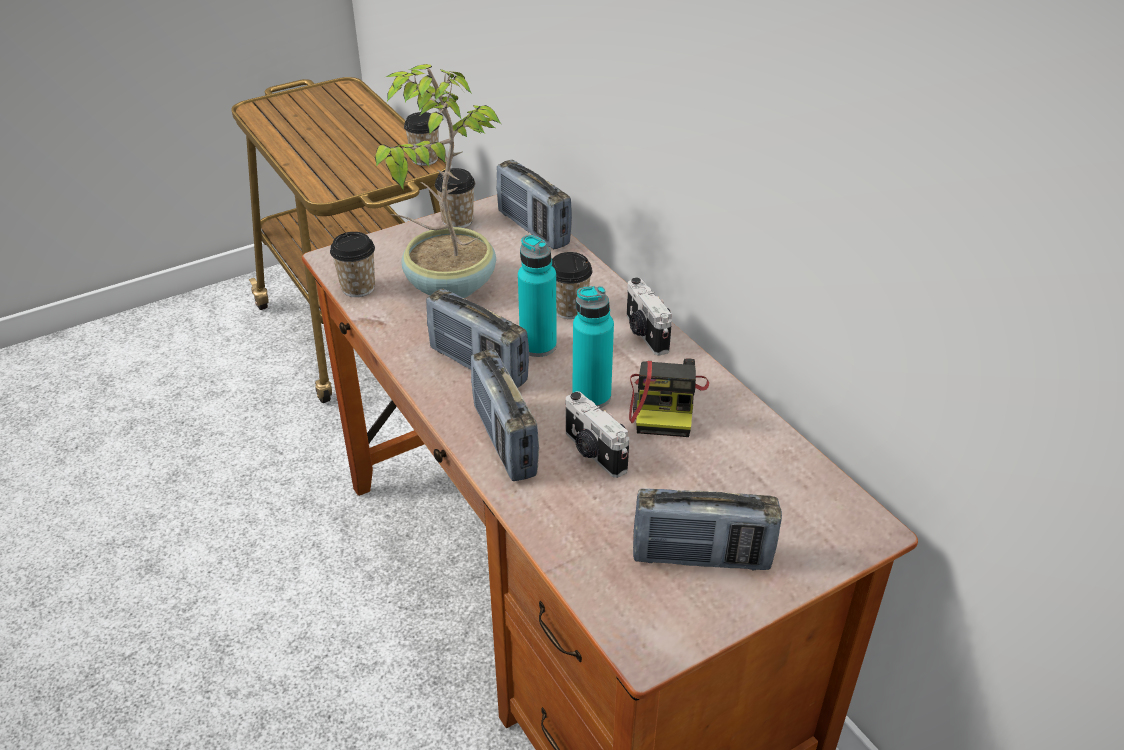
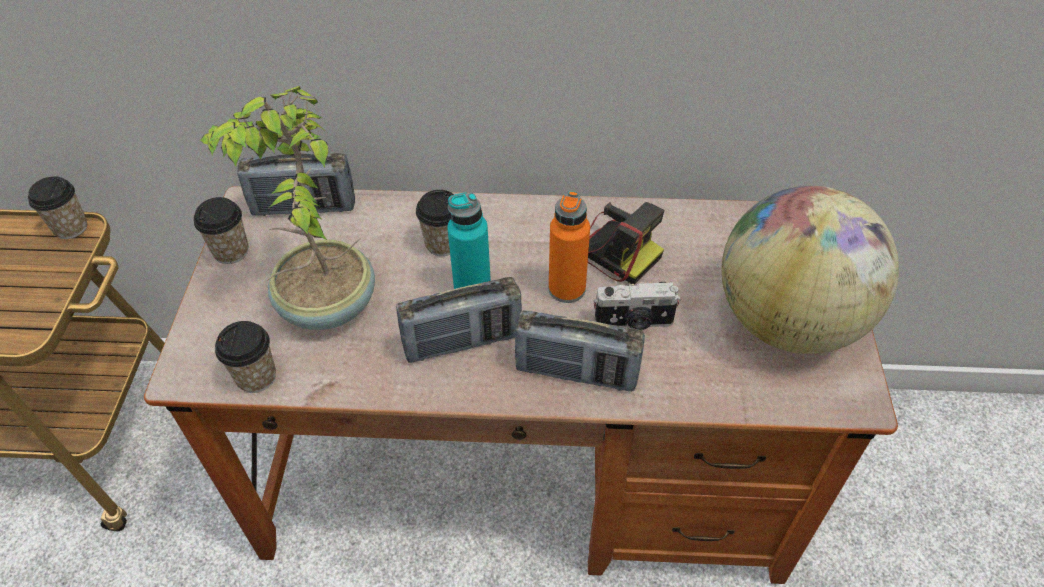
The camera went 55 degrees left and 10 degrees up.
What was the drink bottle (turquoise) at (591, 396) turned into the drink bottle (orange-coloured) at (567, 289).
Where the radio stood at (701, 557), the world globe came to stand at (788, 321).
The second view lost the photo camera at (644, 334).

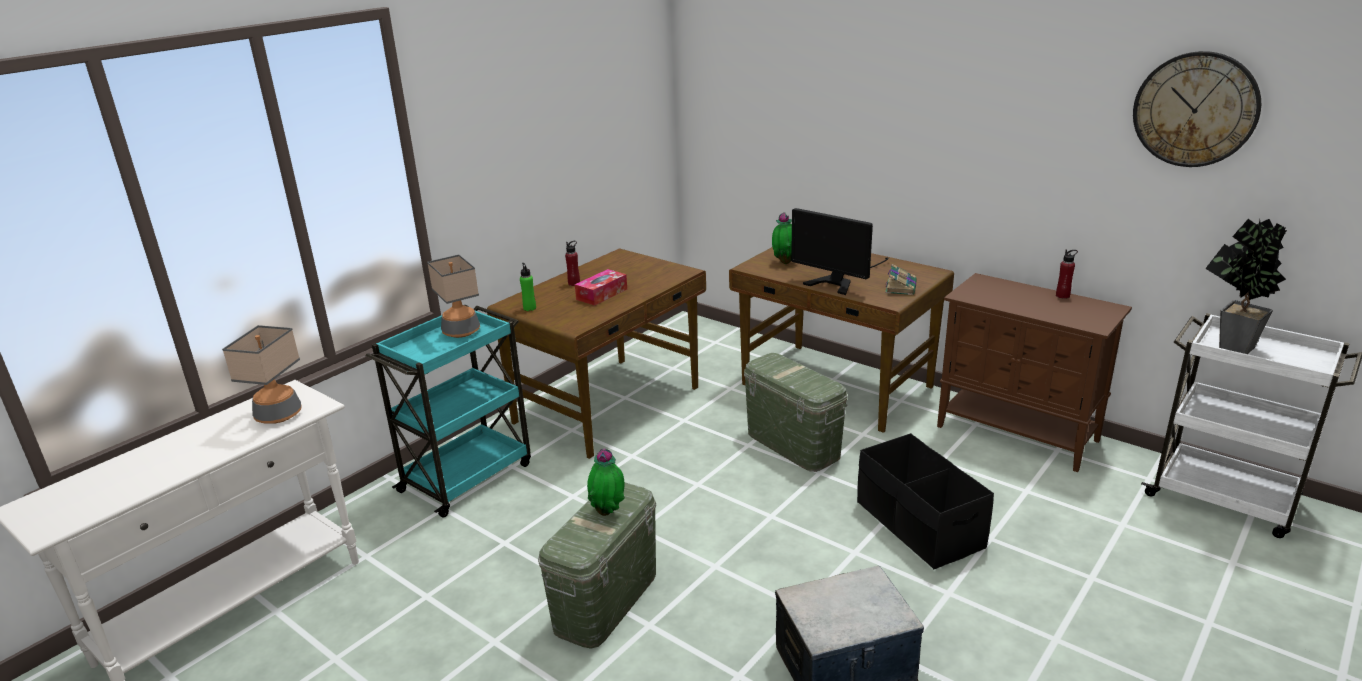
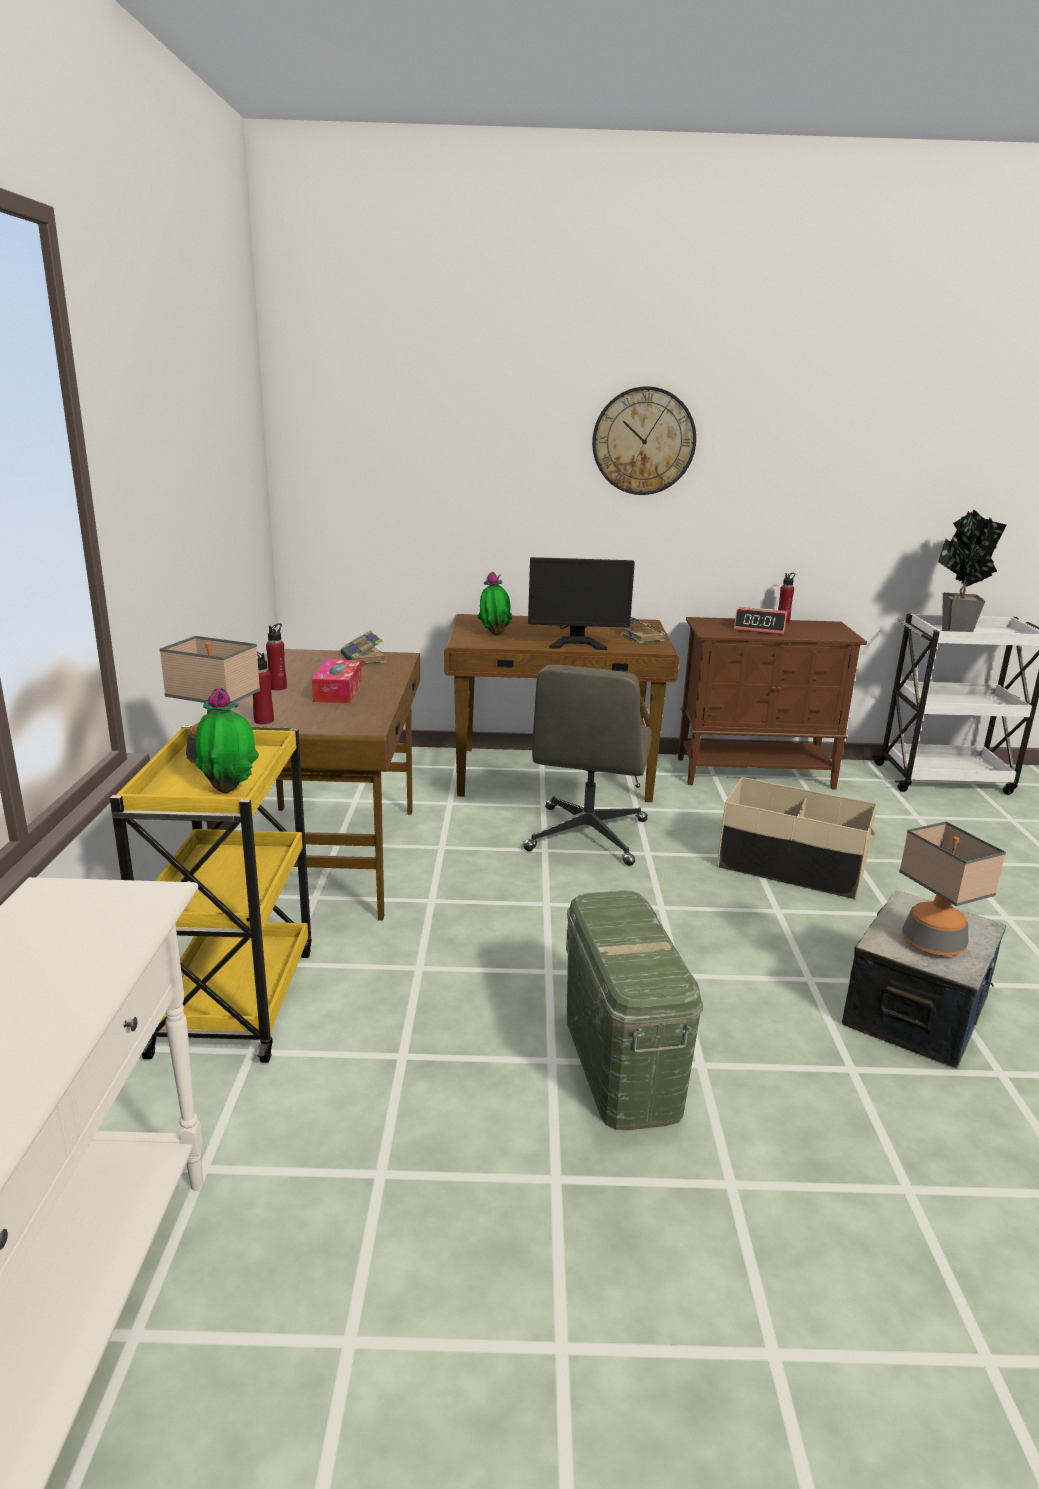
The camera went 40 degrees left and 5 degrees down.
What was the wheeled cart (turquoise) at (468, 476) turned into the wheeled cart (yellow) at (236, 998).
The plant in a pot ended up elsewhere, having gone from (608, 512) to (229, 789).
What was the drink bottle (green) at (529, 308) turned into the drink bottle (red) at (264, 721).
The second view gained the bound book at (364, 659).
Where the storage container (green) stood at (792, 444), the computer chair (greyish) came to stand at (587, 836).
The wall clock ended up elsewhere, having gone from (1195, 109) to (643, 441).
What was the storage container (black-coloured) at (918, 525) turned into the storage container (sand-coloured) at (791, 868).
The second view gained the table clock at (760, 628).
The lamp for a table ended up elsewhere, having gone from (278, 415) to (933, 944).

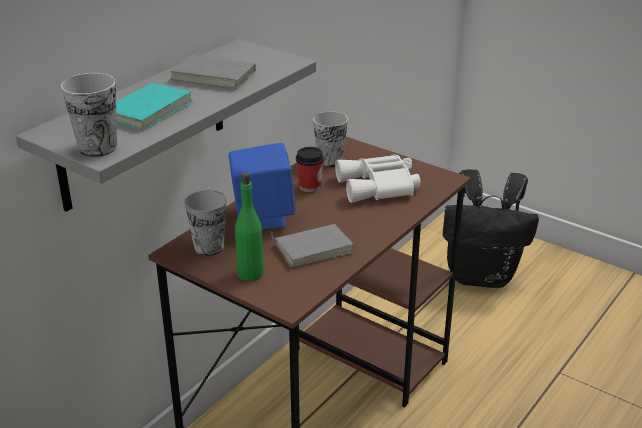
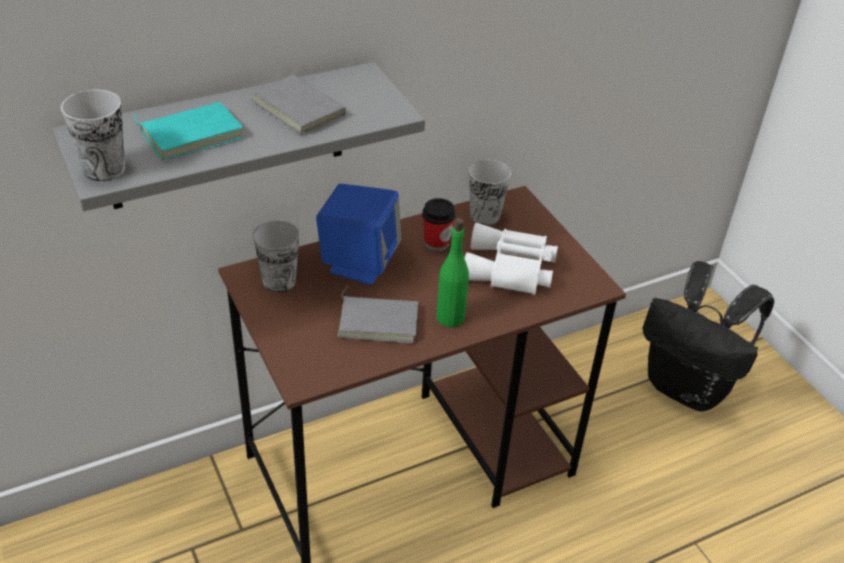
The camera went 25 degrees right and 10 degrees up.
The drink bottle (green) ended up elsewhere, having gone from (250, 273) to (450, 317).

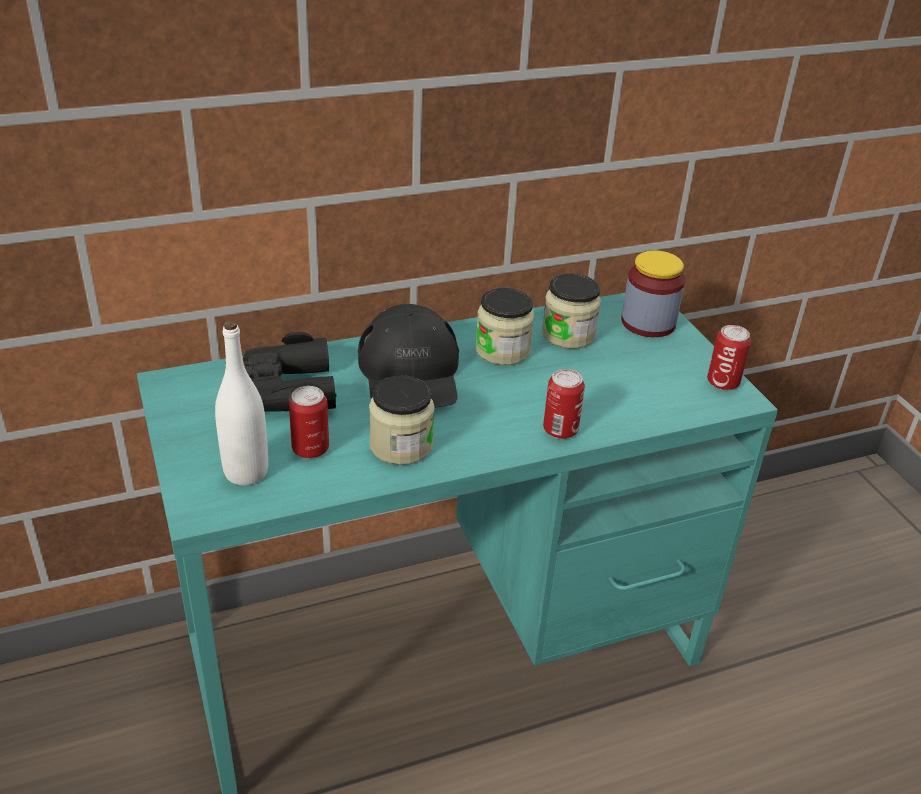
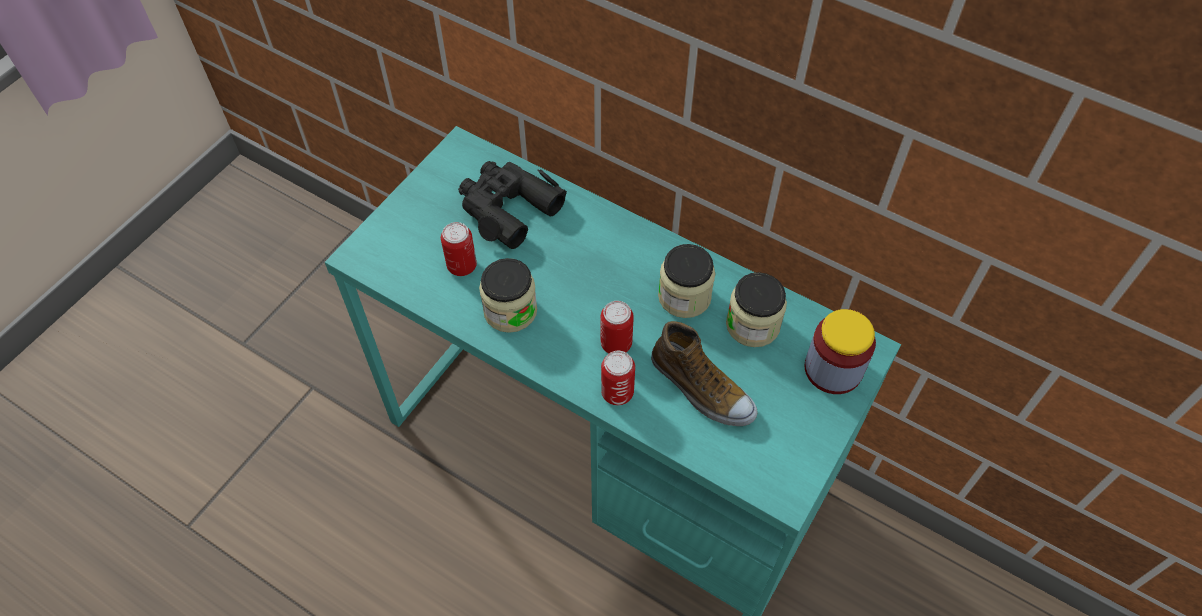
The camera went 55 degrees right and 20 degrees up.
The can ended up elsewhere, having gone from (722, 383) to (616, 343).
The second view gained the item of footwear at (701, 388).
The second view lost the drink bottle (white-coloured) at (246, 472).
The second view lost the peaked cap (black-coloured) at (410, 373).

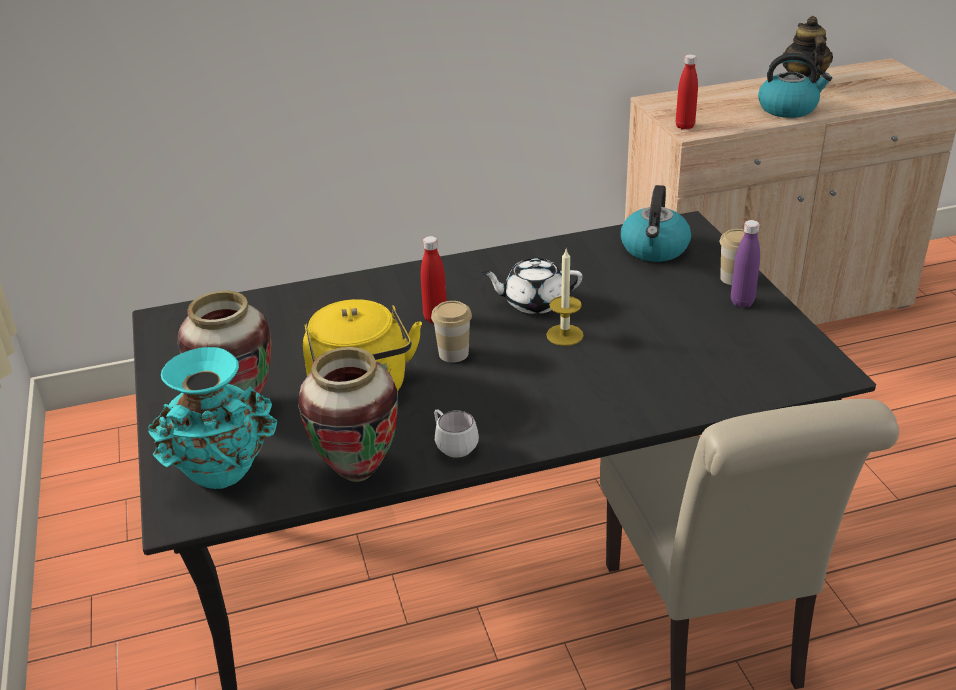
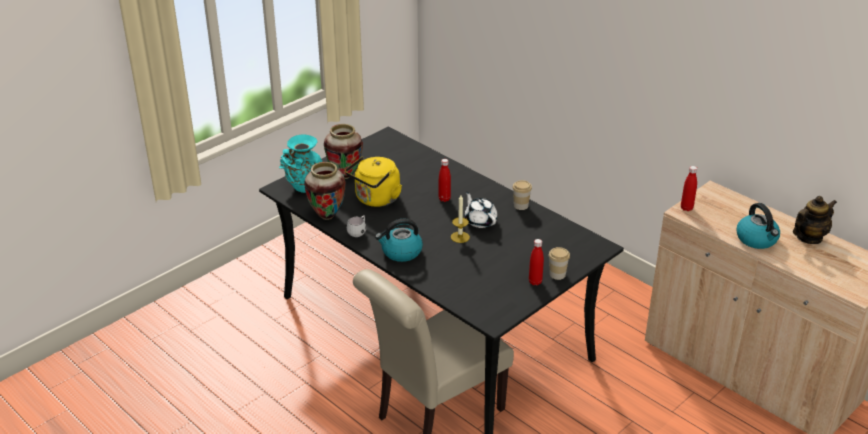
The camera went 60 degrees right and 0 degrees up.
The tea kettle ended up elsewhere, having gone from (654, 249) to (401, 252).
The cup ended up elsewhere, having gone from (453, 353) to (521, 206).
What was the drink bottle (purplish) at (742, 302) turned into the drink bottle (red) at (535, 282).

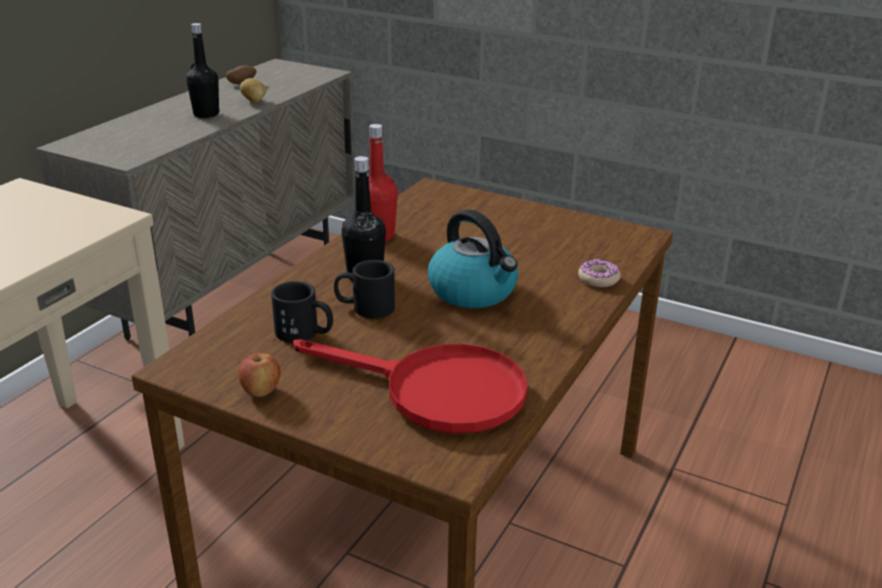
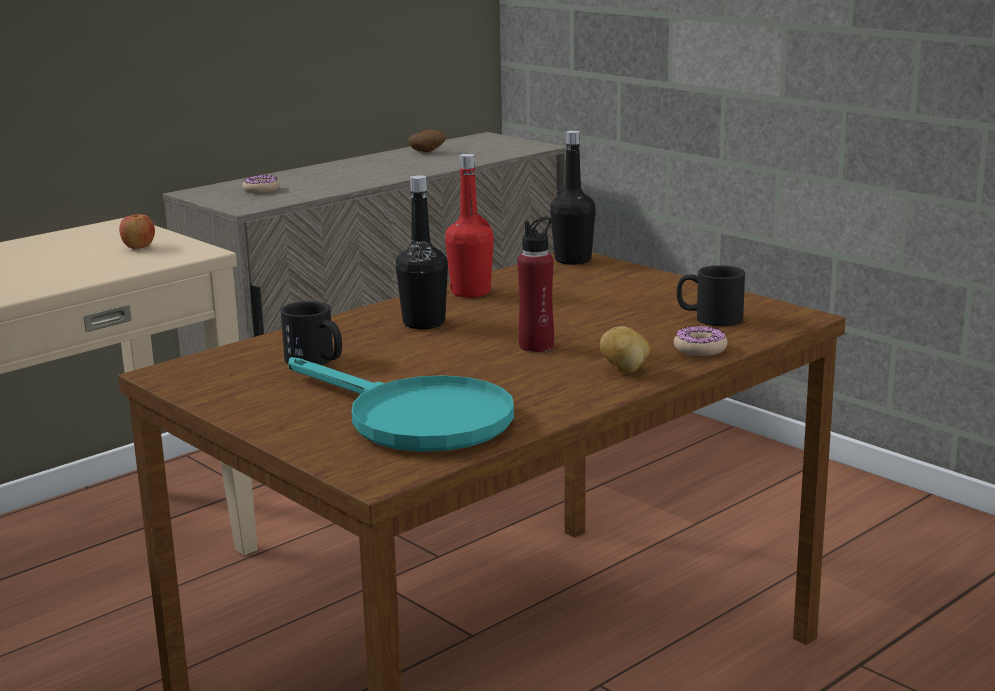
The camera went 20 degrees right and 10 degrees down.
The apple ended up elsewhere, having gone from (260, 391) to (138, 247).
The second view gained the doughnut at (261, 190).
What was the pan (red) at (436, 391) turned into the pan (turquoise) at (414, 419).
Where the tea kettle stood at (474, 291), the drink bottle (red) came to stand at (536, 346).
The drink bottle (black-coloured) ended up elsewhere, having gone from (206, 114) to (573, 260).
The spud ended up elsewhere, having gone from (254, 101) to (625, 370).
The coffee mug (black-coloured) ended up elsewhere, having gone from (364, 307) to (709, 318).

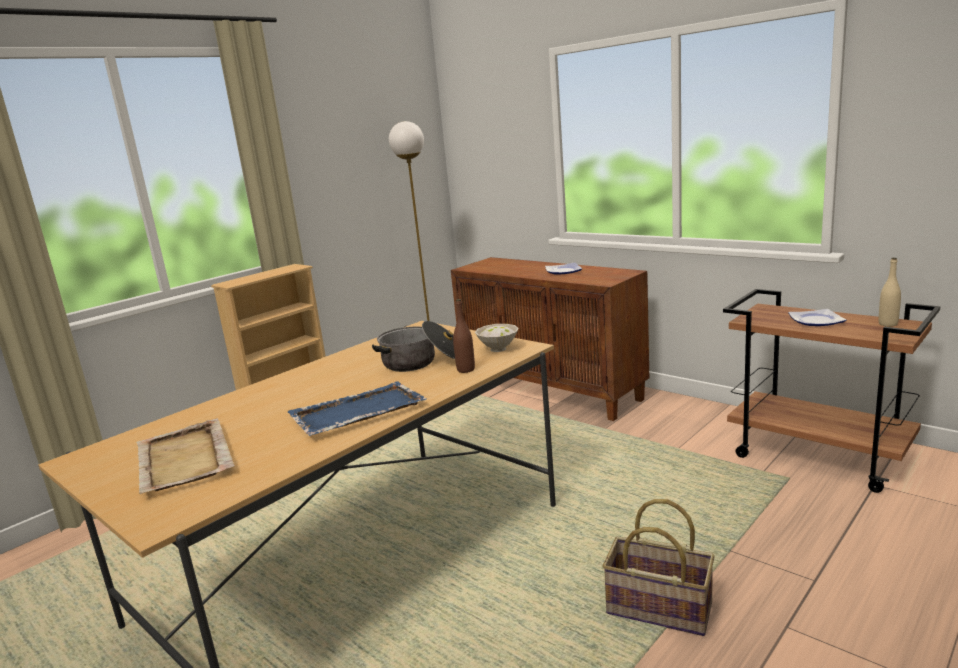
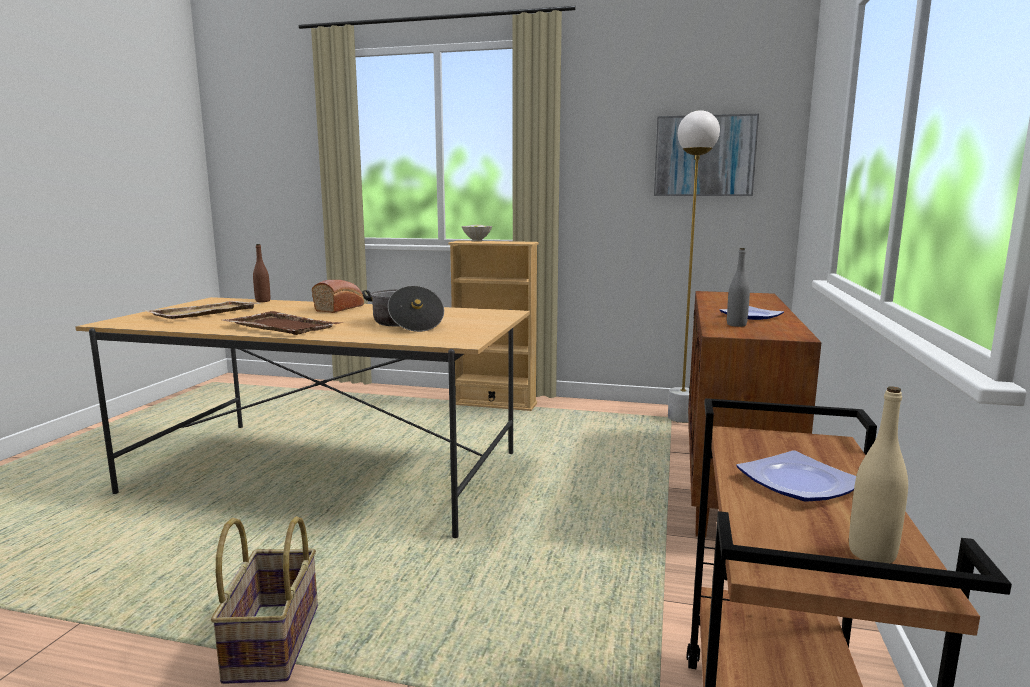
The camera went 60 degrees right and 5 degrees down.
What was the tray (blue-coloured) at (356, 412) turned into the tray (brown) at (281, 326).
The drink bottle (brown) ended up elsewhere, having gone from (466, 370) to (263, 301).
The second view gained the bread at (341, 308).
The bowl (white-coloured) ended up elsewhere, having gone from (499, 349) to (476, 241).
The second view gained the picture at (704, 156).
The second view gained the drink bottle (greyish) at (736, 325).

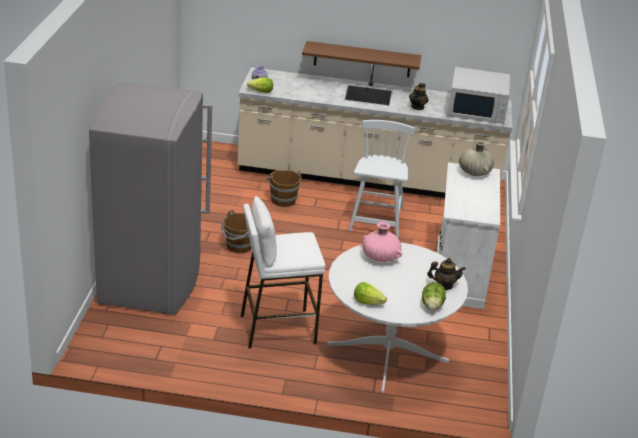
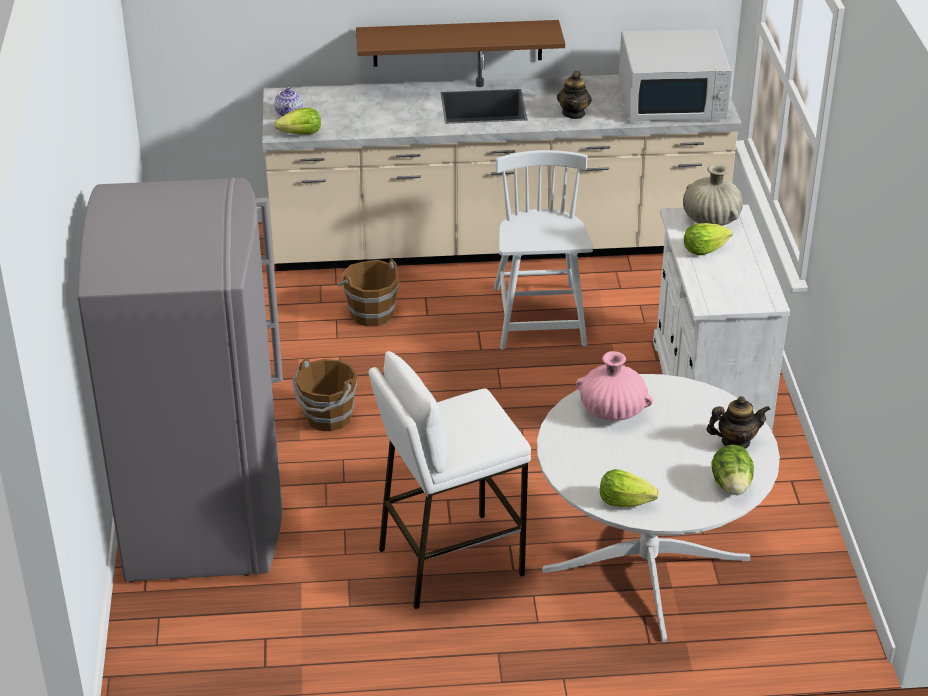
The camera went 10 degrees left and 5 degrees up.
The second view gained the lettuce head at (704, 250).

